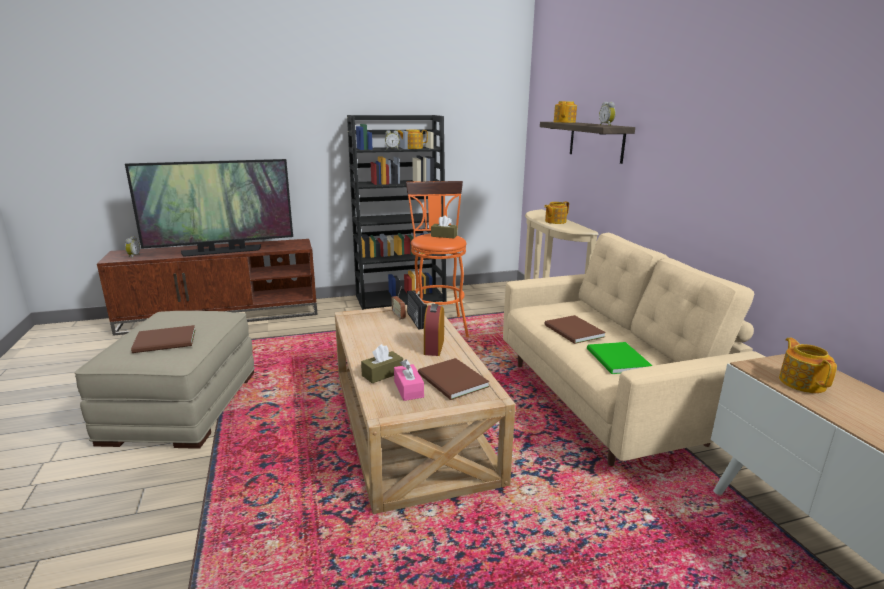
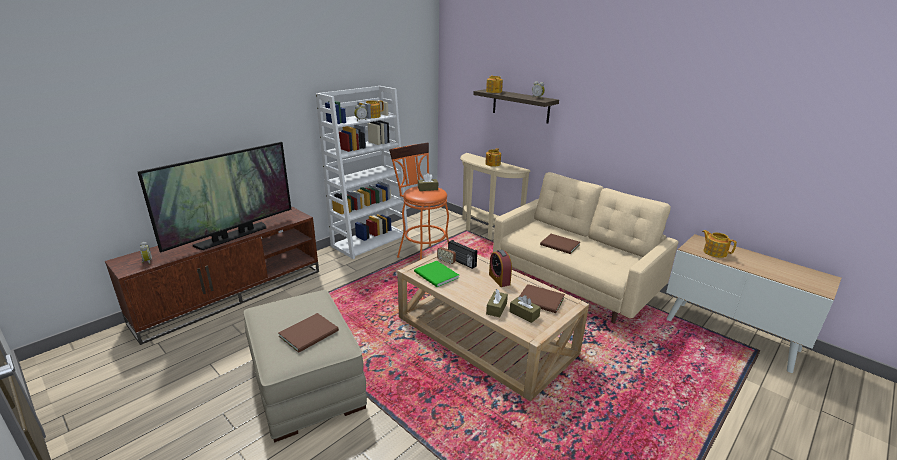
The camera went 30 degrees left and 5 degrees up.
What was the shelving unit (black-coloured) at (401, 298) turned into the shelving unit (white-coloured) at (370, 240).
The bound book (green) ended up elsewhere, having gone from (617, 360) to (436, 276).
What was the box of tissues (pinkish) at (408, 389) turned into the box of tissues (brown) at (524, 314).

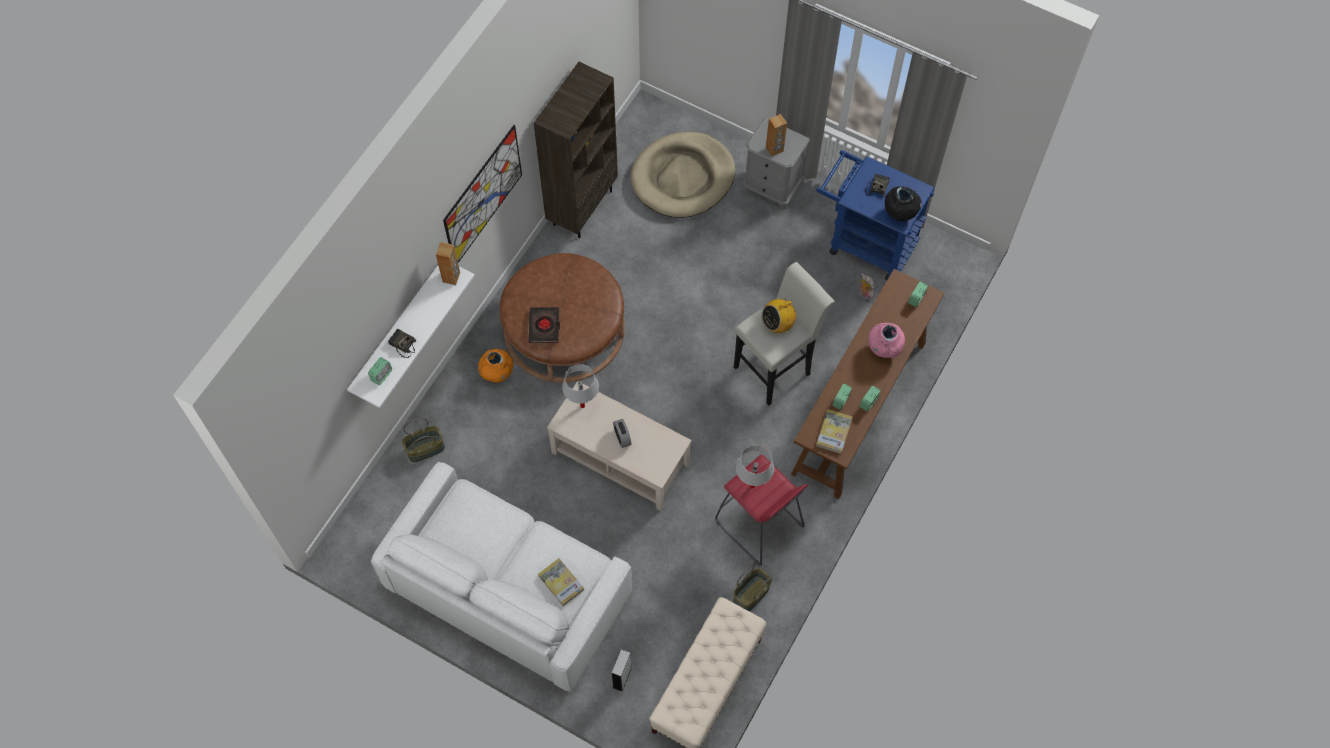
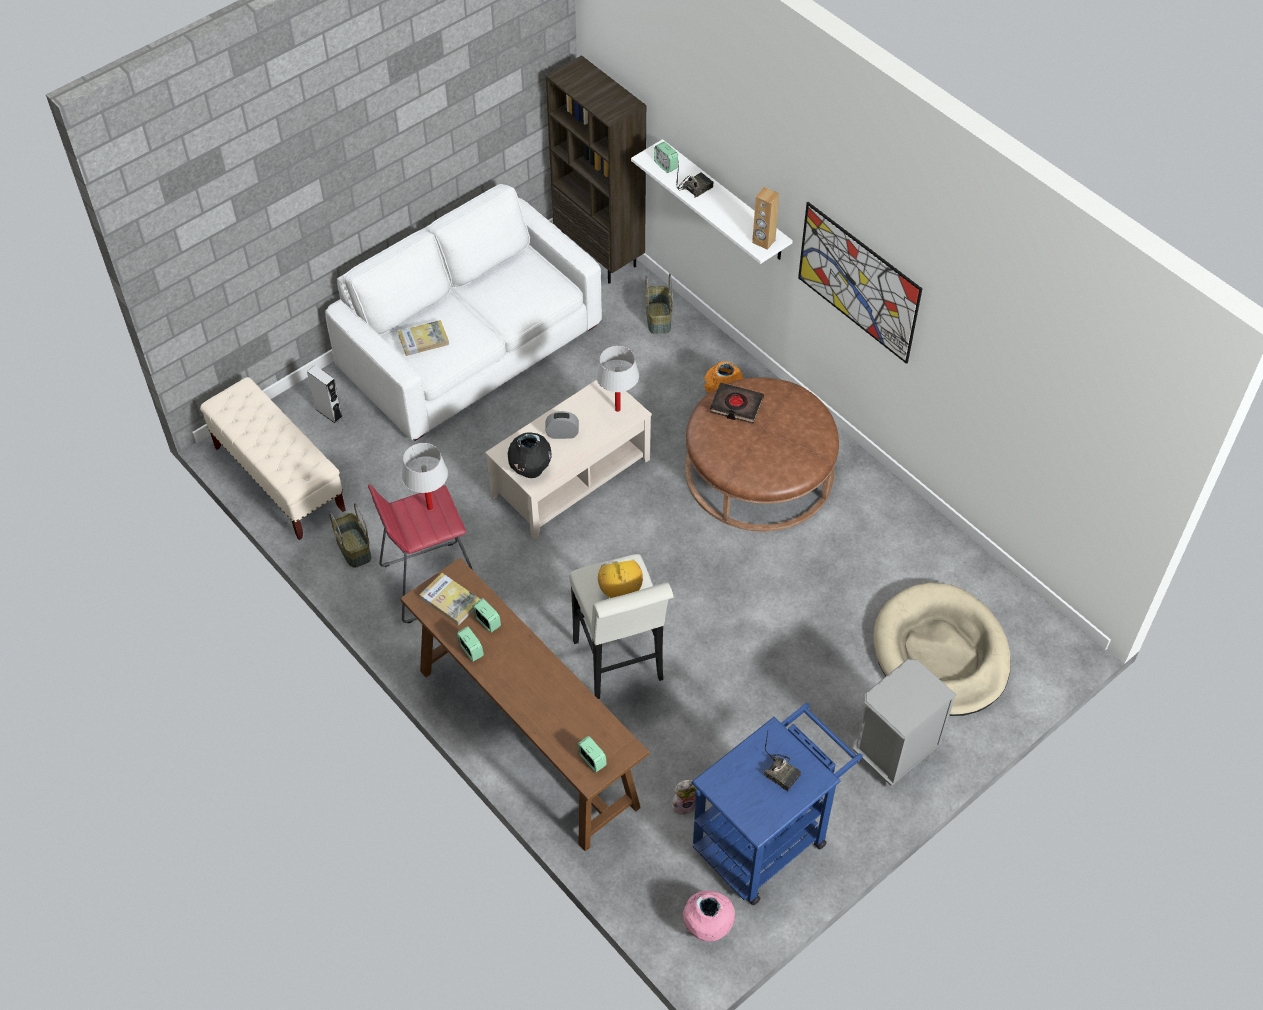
The camera went 110 degrees right and 10 degrees down.
The vase (black-coloured) ended up elsewhere, having gone from (900, 214) to (530, 470).
The shelving unit (brown) ended up elsewhere, having gone from (582, 207) to (600, 254).
The vase (pinkish) ended up elsewhere, having gone from (883, 349) to (708, 926).
The second view lost the loudspeaker (brown) at (774, 149).

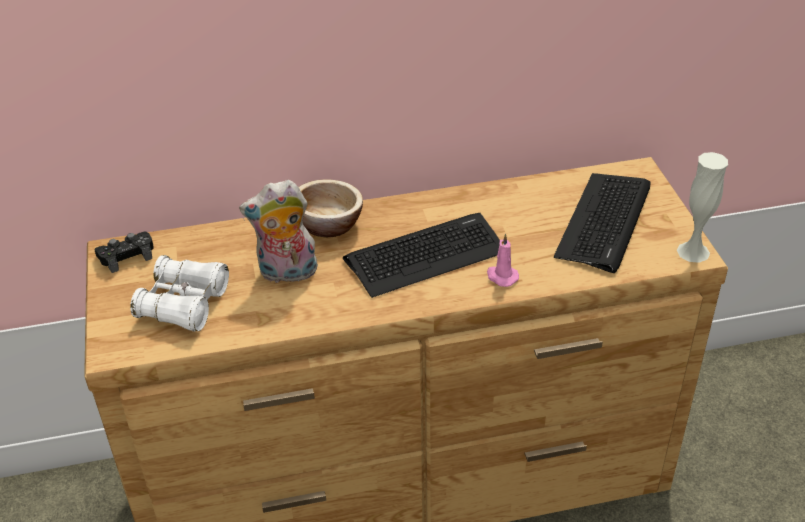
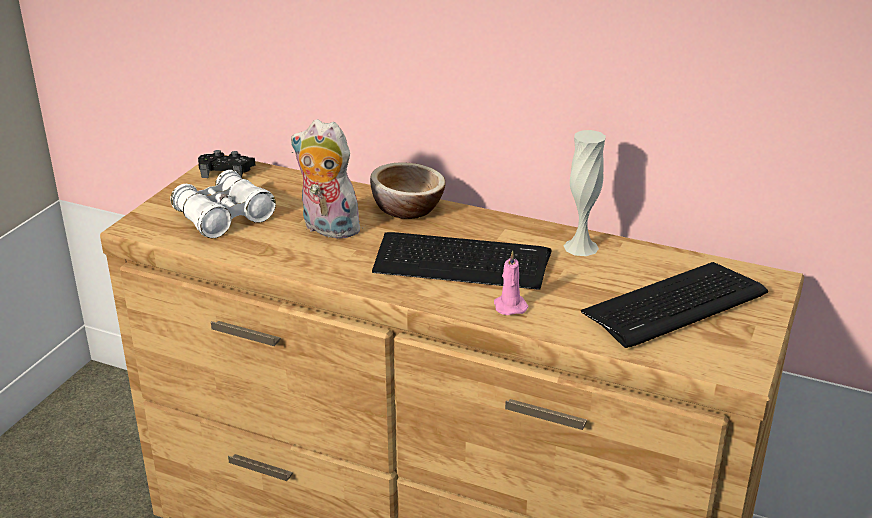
The camera went 35 degrees right and 10 degrees down.
The vase (white-coloured) ended up elsewhere, having gone from (693, 252) to (581, 247).

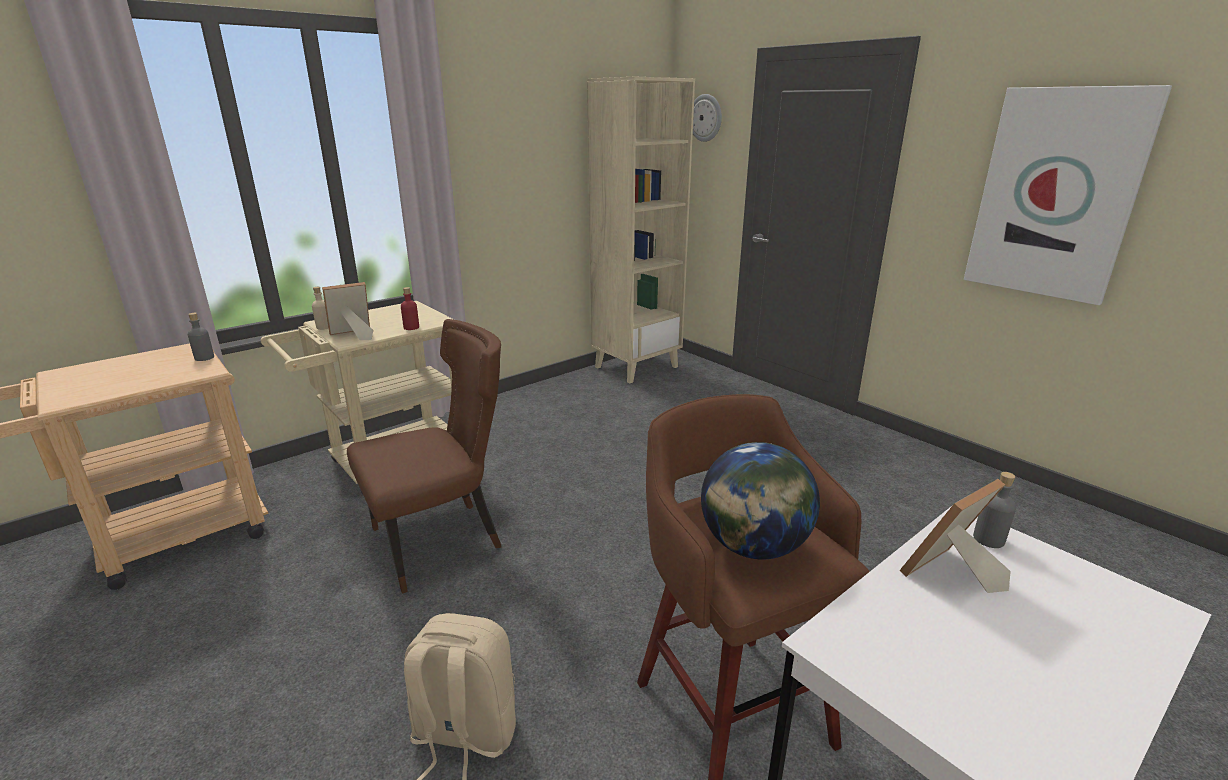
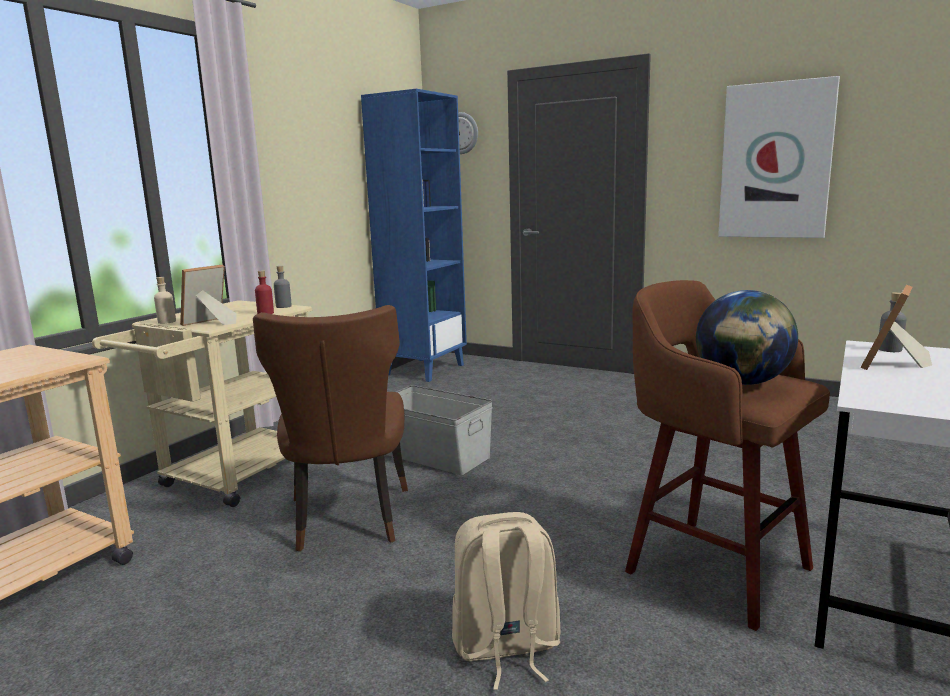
The camera went 20 degrees left and 10 degrees down.
The chair (brown) at (442, 540) ended up facing another way, 135 degrees clockwise from before.
The drink bottle (greyish) ended up elsewhere, having gone from (204, 358) to (283, 306).
What was the shelving unit (sand-coloured) at (636, 366) turned into the shelving unit (blue-coloured) at (424, 369).
The second view gained the storage container (greyish) at (434, 455).

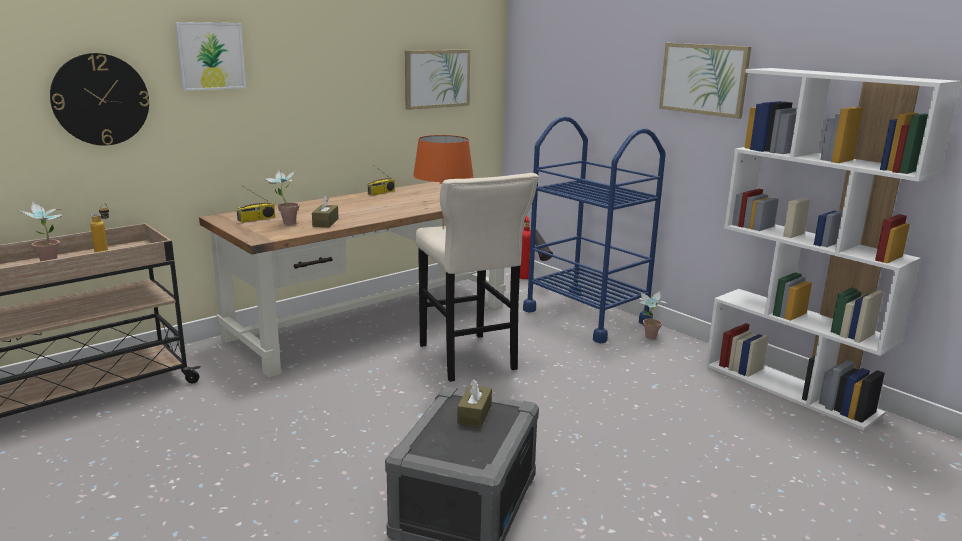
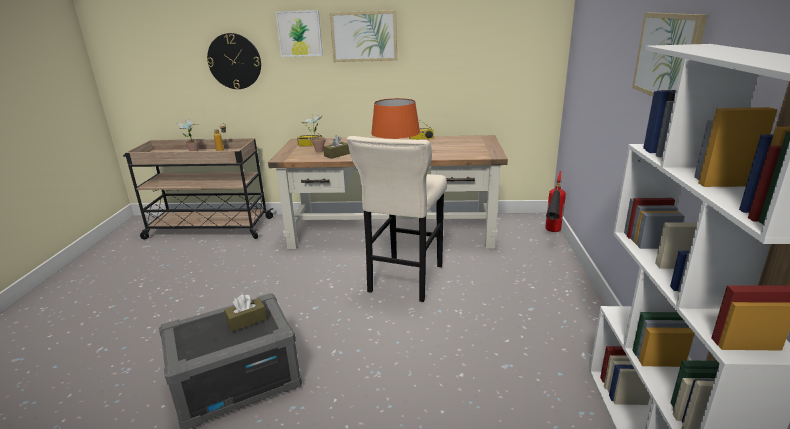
The camera went 45 degrees right and 5 degrees up.
The picture ended up elsewhere, having gone from (437, 78) to (364, 36).
The second view lost the wheeled cart (blue-coloured) at (586, 316).
The second view lost the plant in a pot at (648, 338).

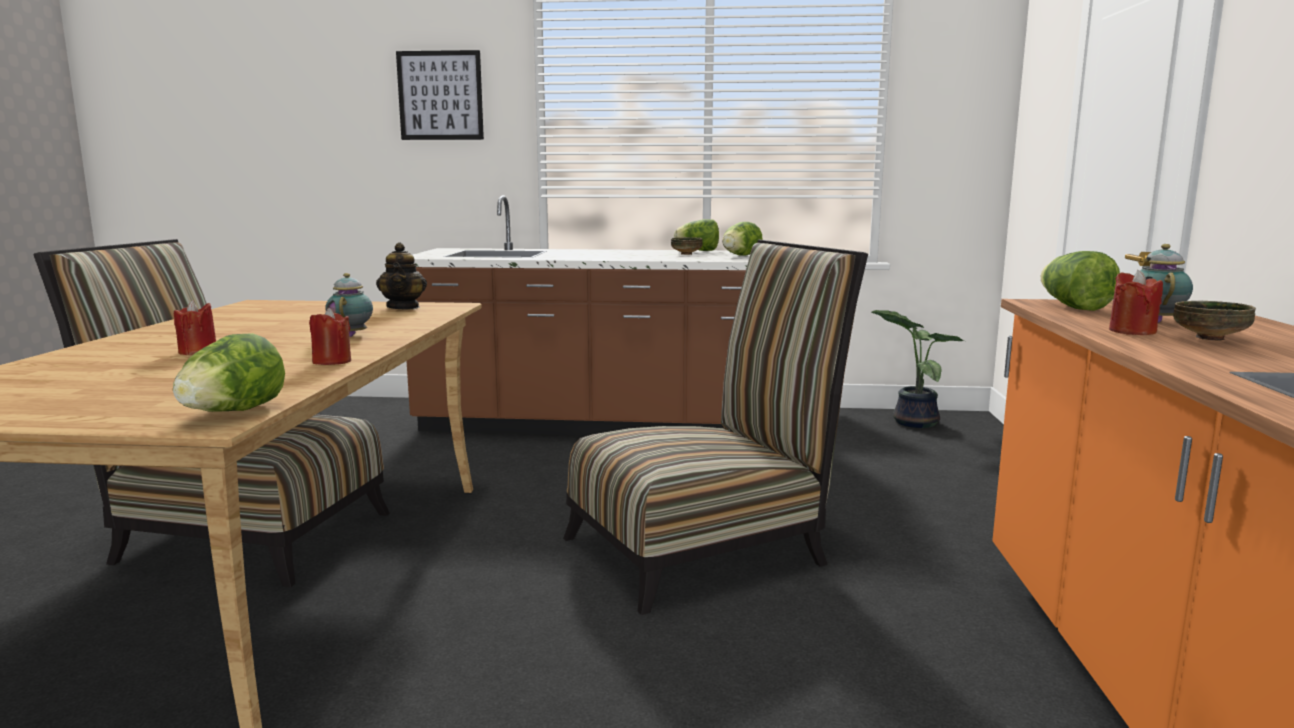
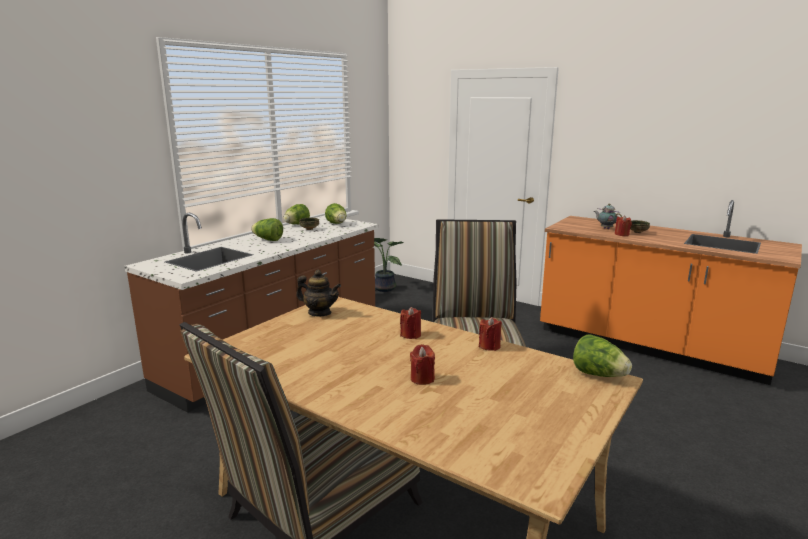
The camera went 60 degrees left and 5 degrees up.
The lettuce head ended up elsewhere, having gone from (1073, 307) to (268, 240).
Where the teapot stood at (352, 335), the wax light (red) came to stand at (410, 335).
The second view lost the picture at (440, 95).

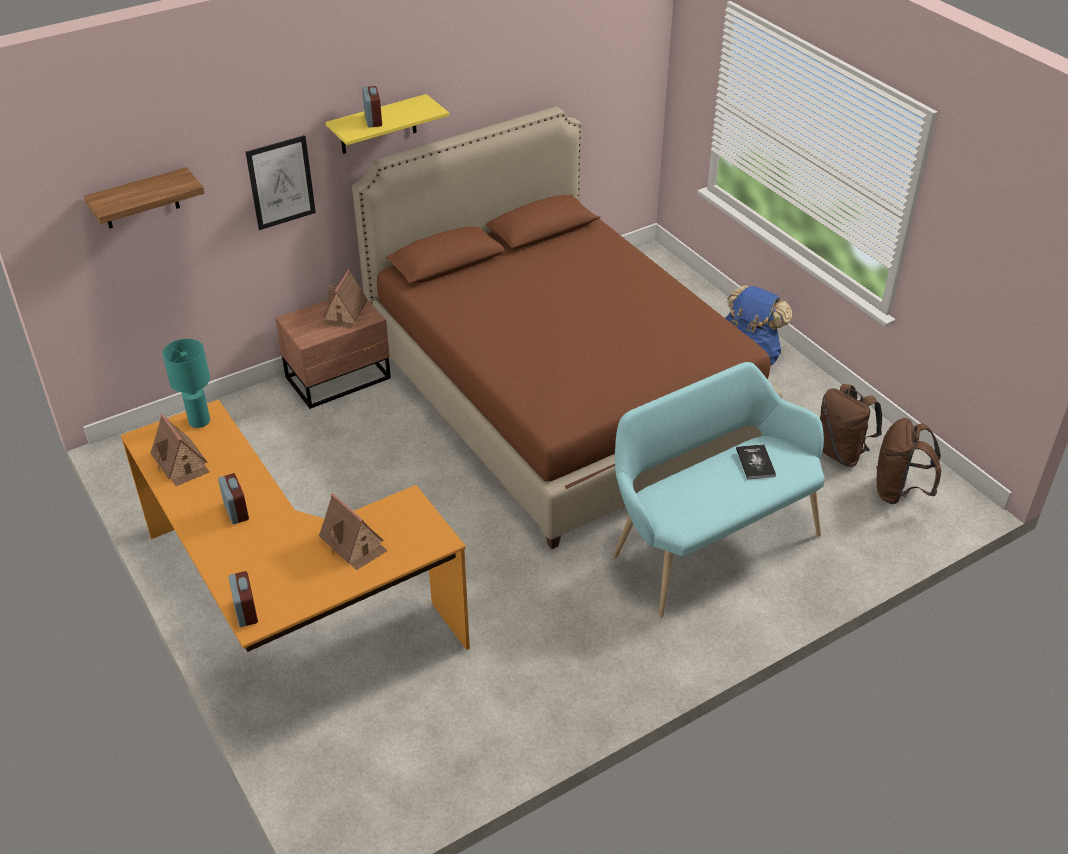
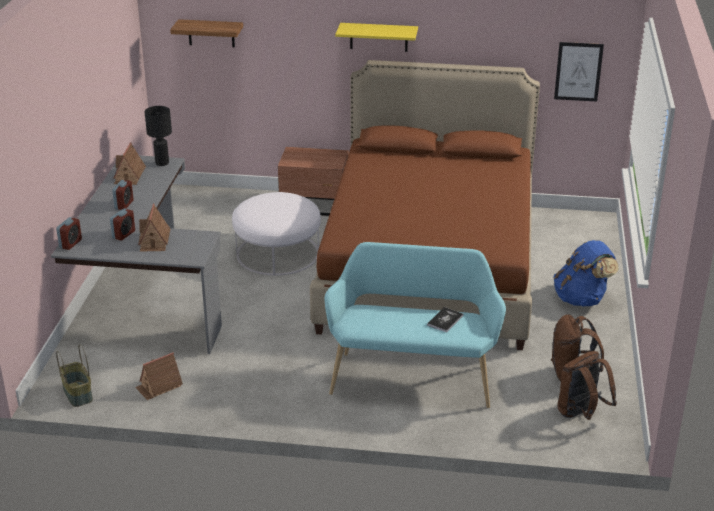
The camera went 40 degrees right and 10 degrees down.
What was the desk table (orange-coloured) at (288, 617) turned into the desk table (greyish) at (144, 296).
The second view gained the storage basket at (78, 394).
The table clock ended up elsewhere, having gone from (373, 120) to (123, 234).
The miniature house ended up elsewhere, having gone from (345, 313) to (159, 386).
What was the lamp for a table (turquoise) at (199, 421) turned into the lamp for a table (black-coloured) at (162, 163).
The second view gained the ottoman (white-coloured) at (278, 253).
The picture ended up elsewhere, having gone from (281, 182) to (578, 71).

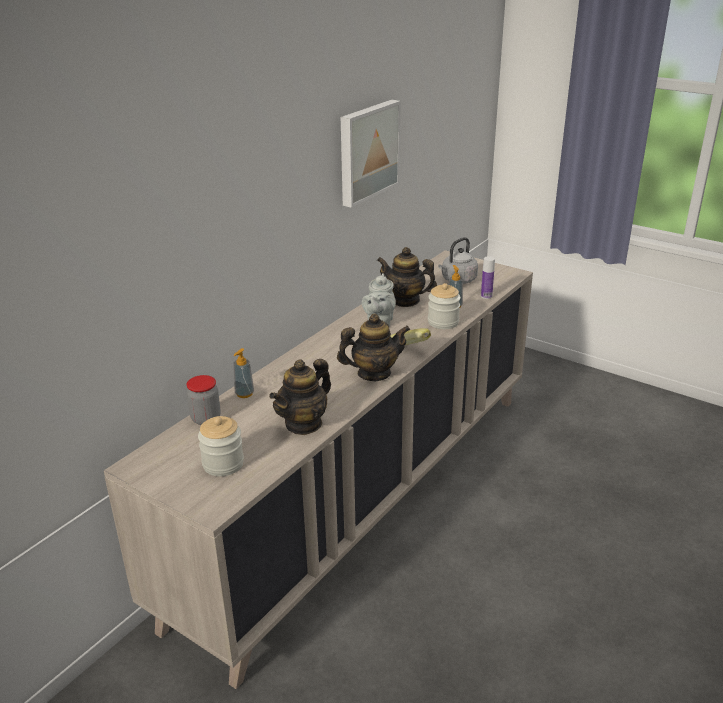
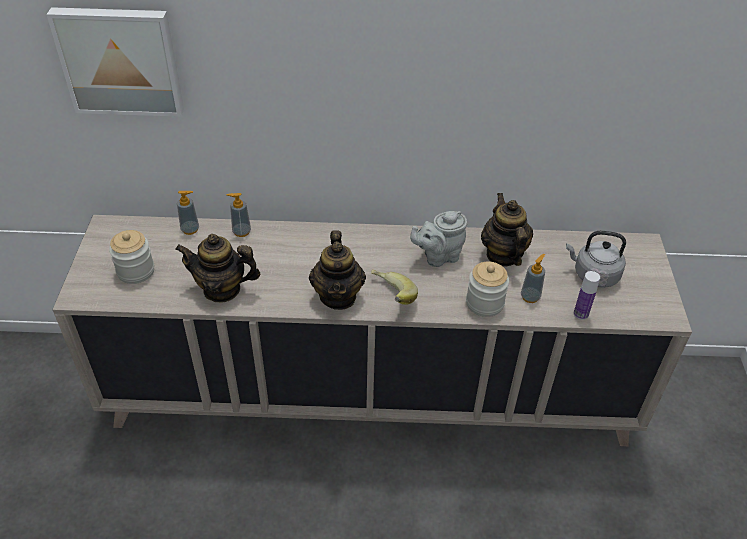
The camera went 55 degrees right and 15 degrees up.
The picture ended up elsewhere, having gone from (367, 151) to (120, 60).
Where the preserve jar stood at (206, 419), the liquid soap bottle came to stand at (190, 229).
The teapot at (374, 373) ended up facing another way, 45 degrees clockwise from before.

